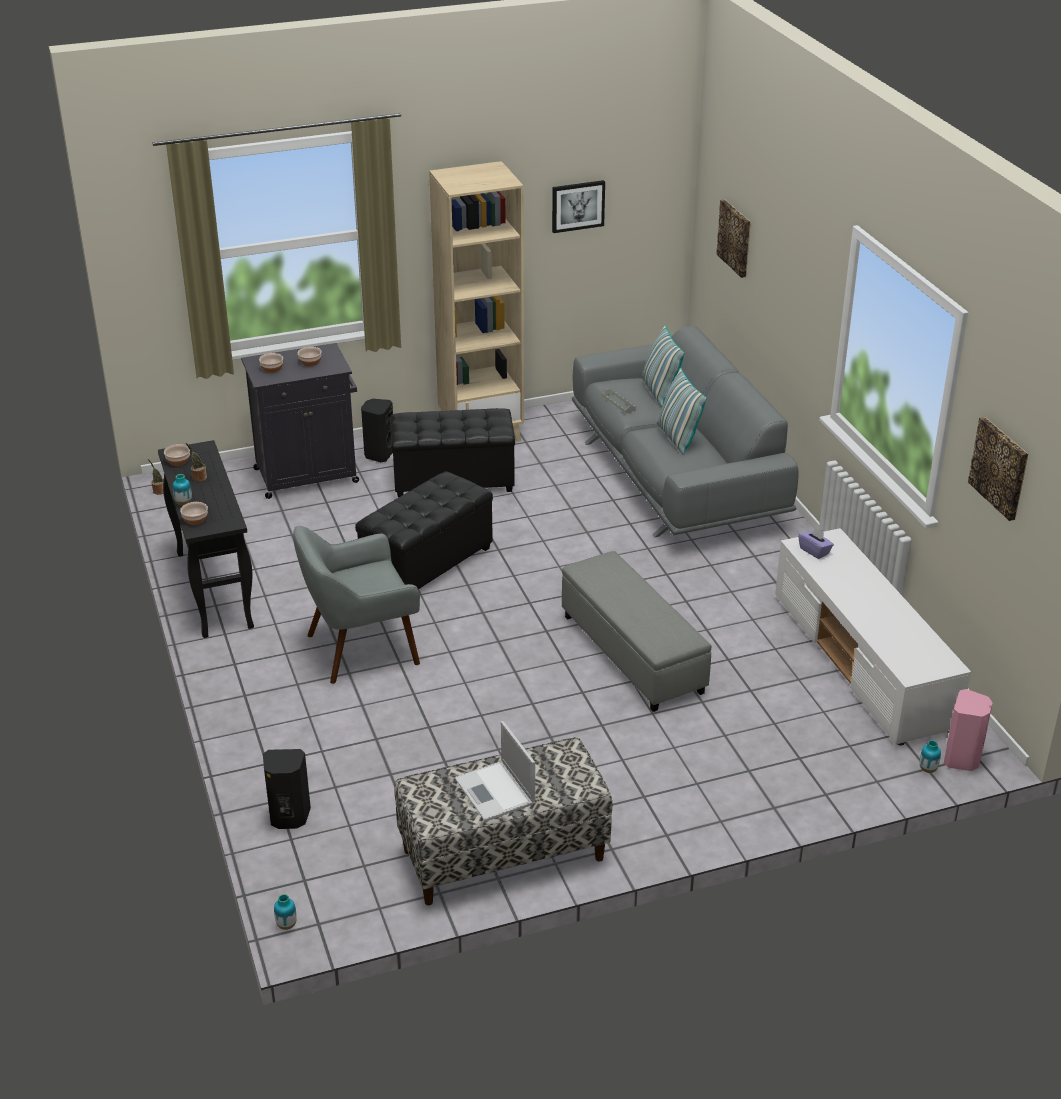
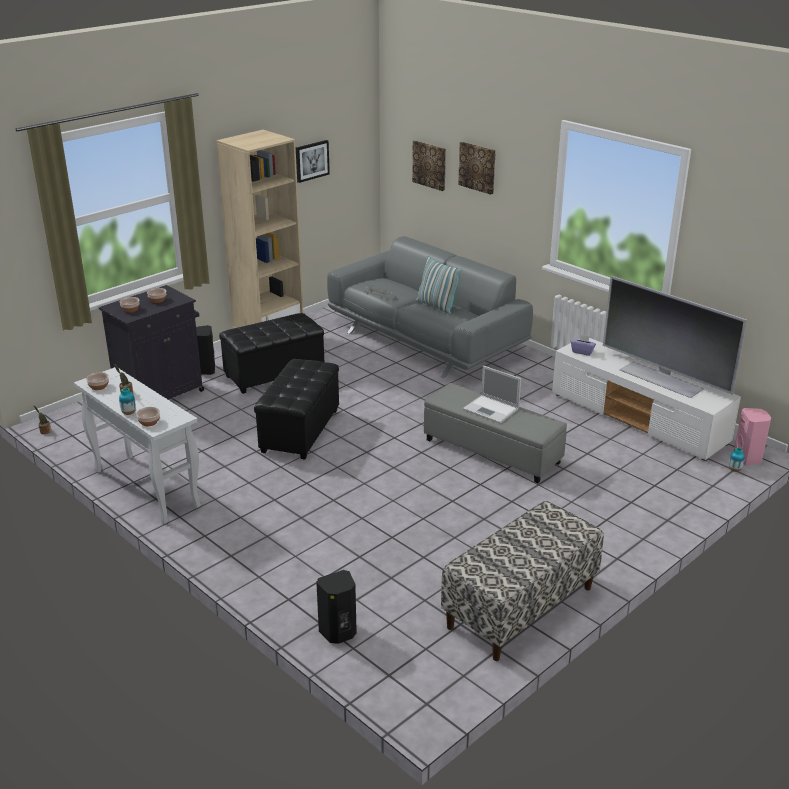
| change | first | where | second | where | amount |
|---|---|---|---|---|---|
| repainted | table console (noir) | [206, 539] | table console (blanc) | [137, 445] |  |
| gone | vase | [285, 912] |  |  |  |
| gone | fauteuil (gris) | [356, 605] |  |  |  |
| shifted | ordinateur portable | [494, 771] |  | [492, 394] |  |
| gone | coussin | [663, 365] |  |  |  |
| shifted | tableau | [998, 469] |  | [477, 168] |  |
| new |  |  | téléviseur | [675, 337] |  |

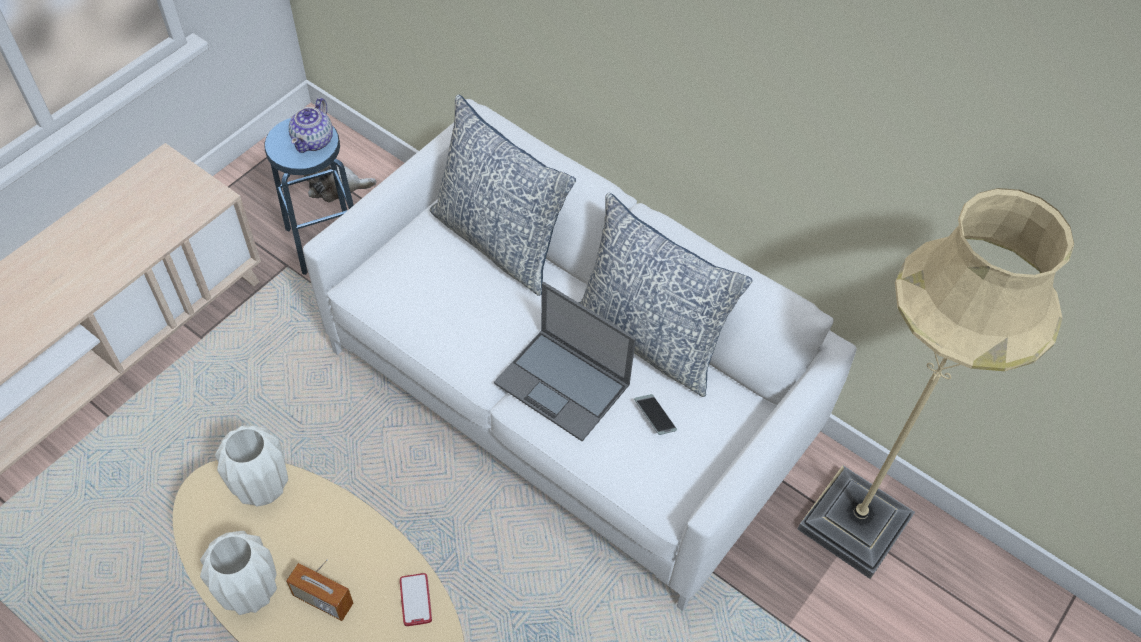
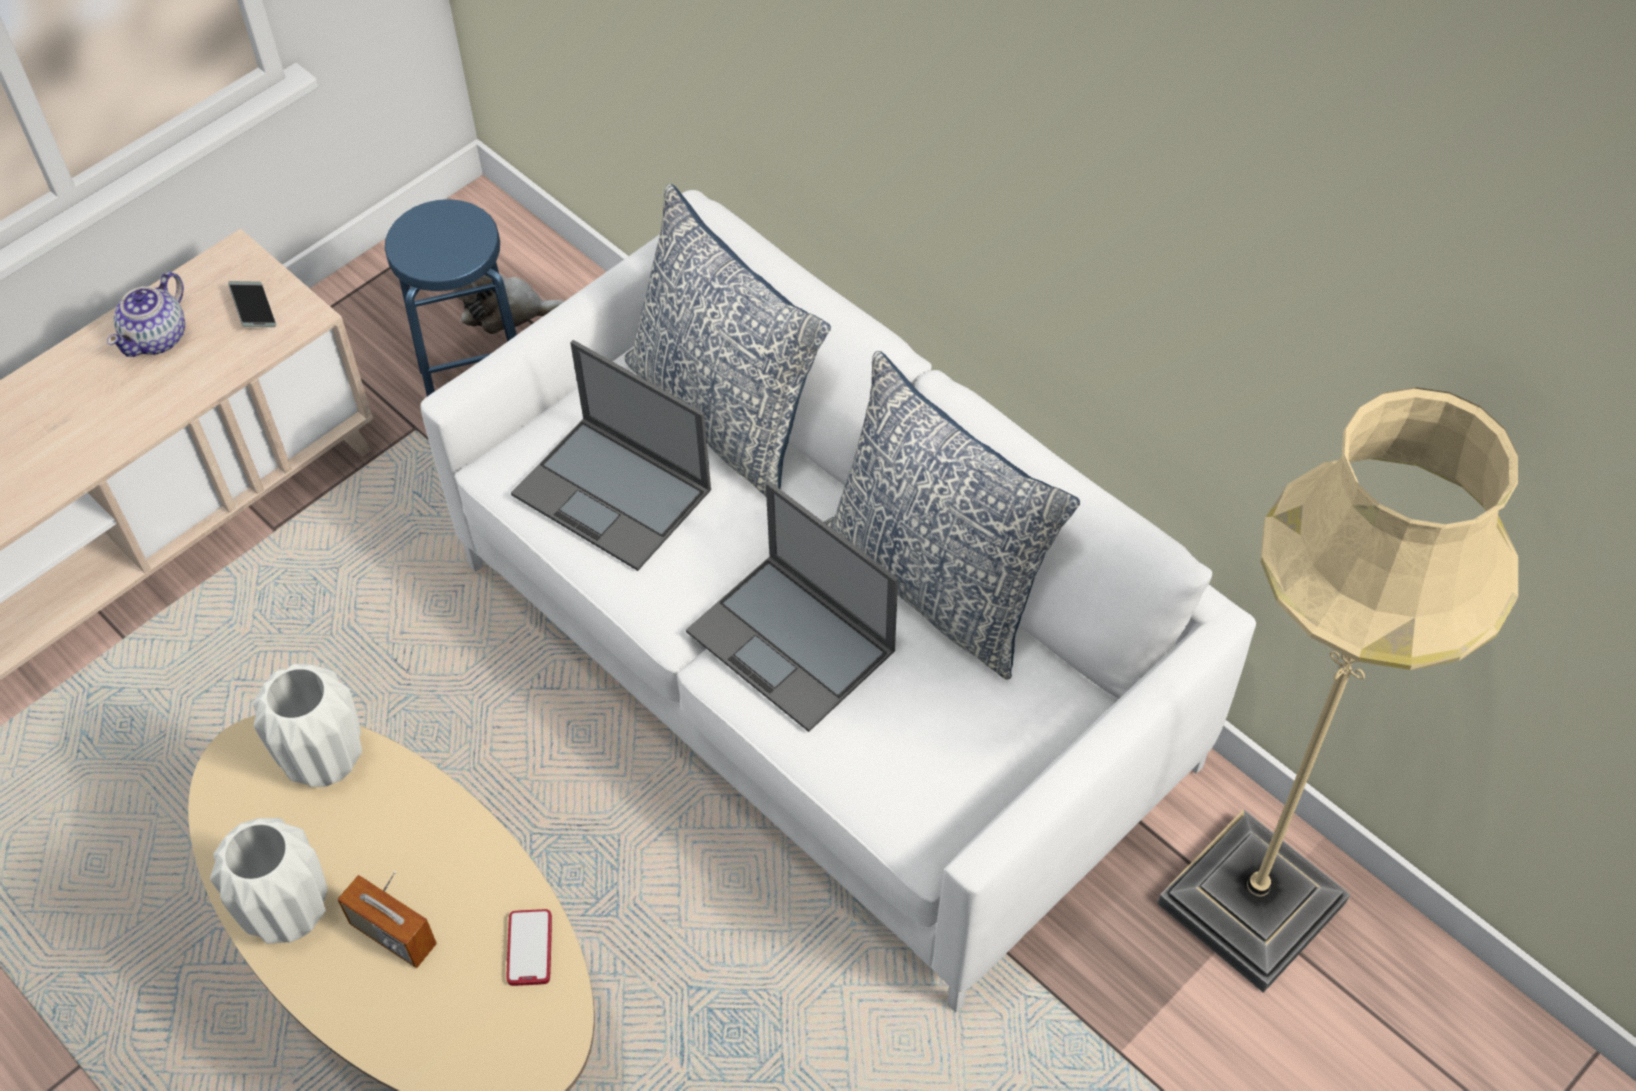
| change | first | where | second | where | amount |
|---|---|---|---|---|---|
| shifted | théière | [311, 125] |  | [146, 314] |  |
| shifted | téléphone | [655, 414] |  | [252, 304] |  |
| new |  |  | ordinateur portable | [611, 455] |  |

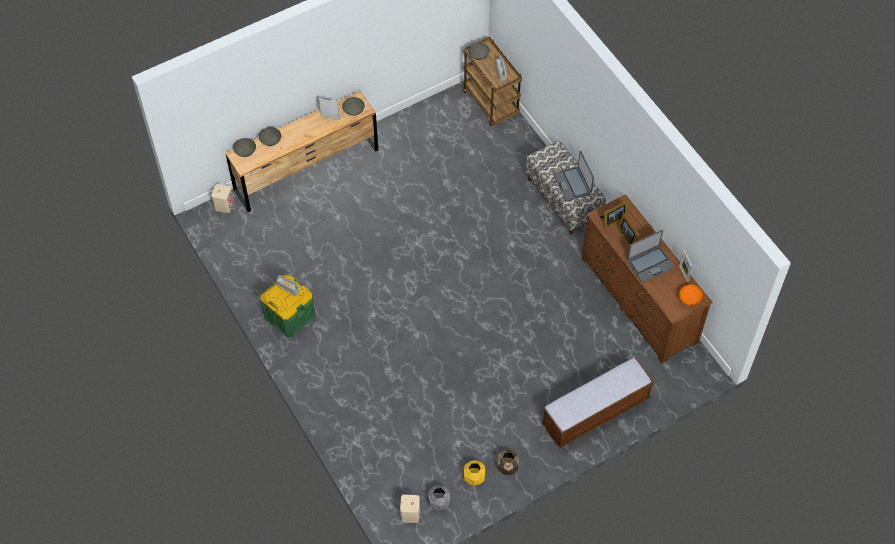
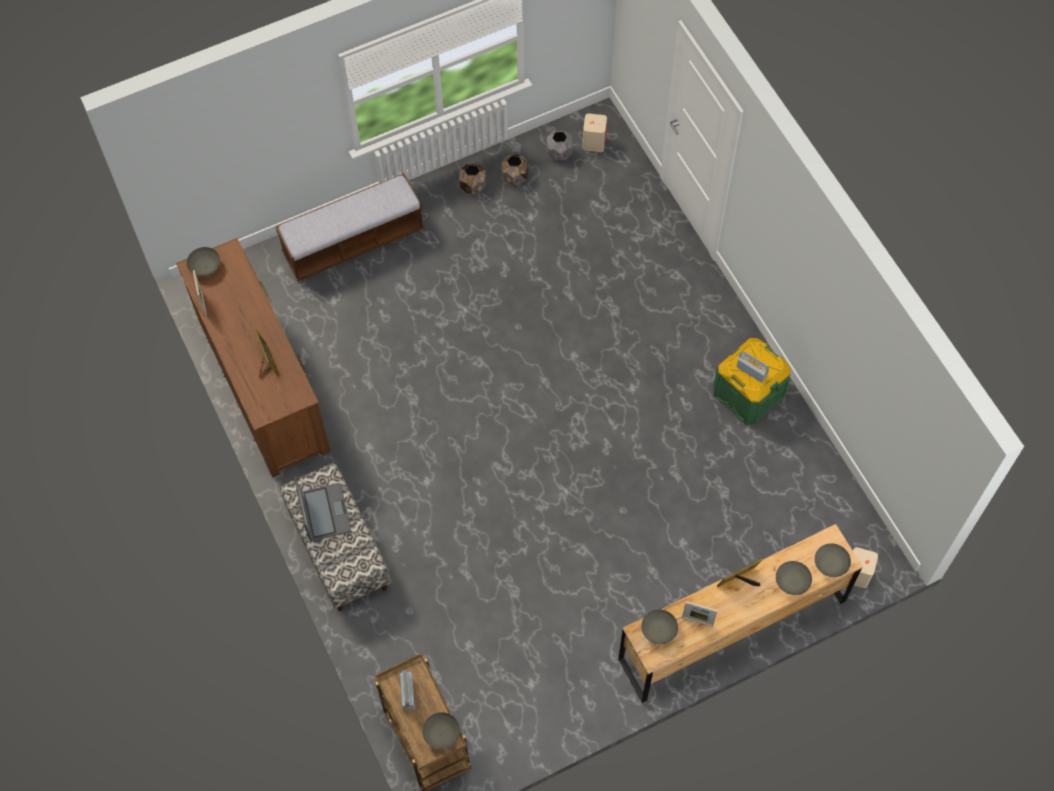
| change | first | where | second | where | amount |
|---|---|---|---|---|---|
| repainted | cache-pot (jaune) | [474, 473] | cache-pot (marron) | [515, 169] |  |
| shifted | cadre photo | [614, 214] |  | [739, 573] |  |
| gone | ordinateur portable | [650, 256] |  |  |  |
| repainted | bol (orange) | [691, 295] | bol (gris) | [203, 261] |  |

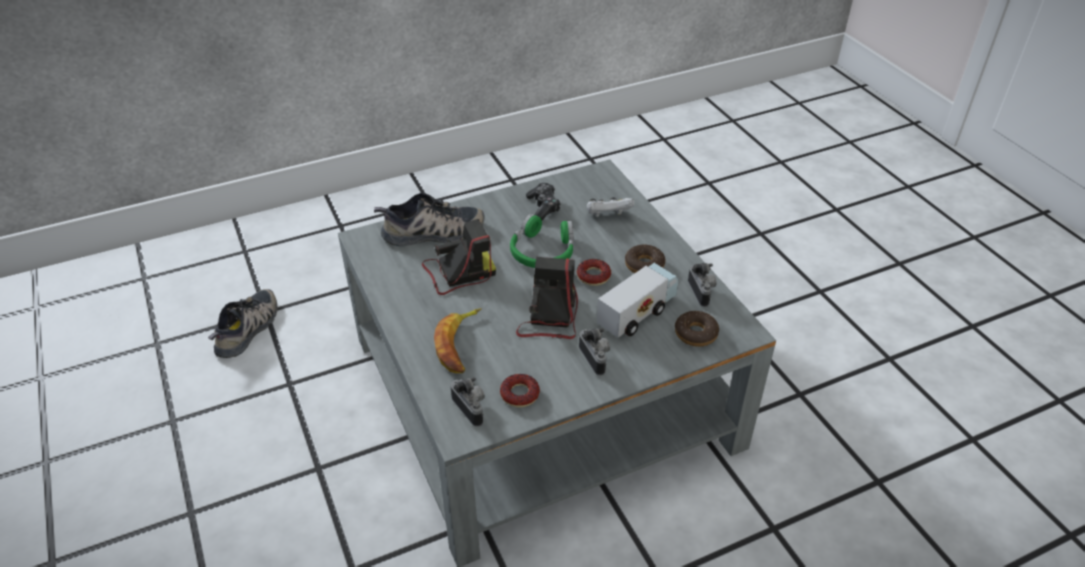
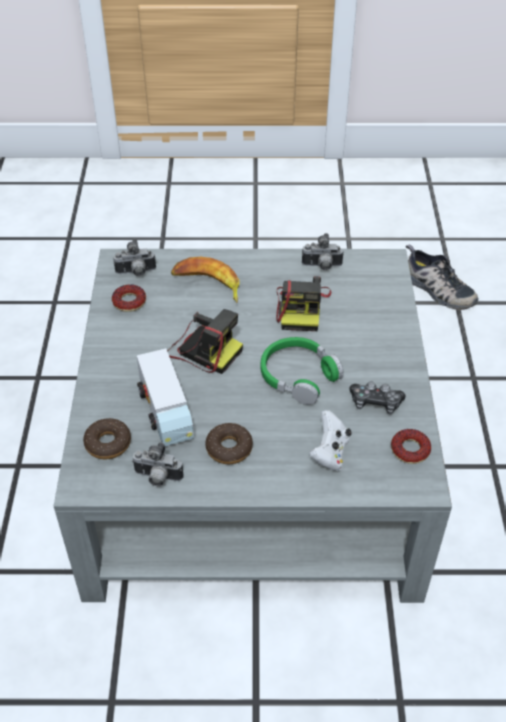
| change | first | where | second | where | amount |
|---|---|---|---|---|---|
| gone | chaussure | [429, 219] |  |  |  |
| shifted | beignet | [594, 272] |  | [411, 446] |  |
| shifted | appareil photo | [594, 352] |  | [323, 251] |  |

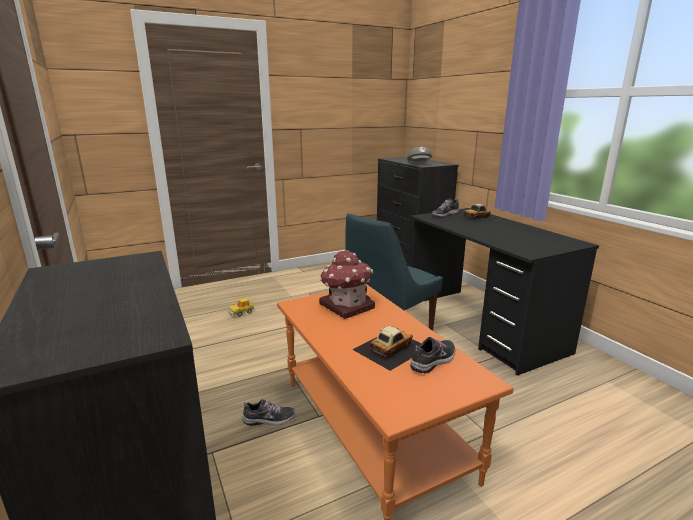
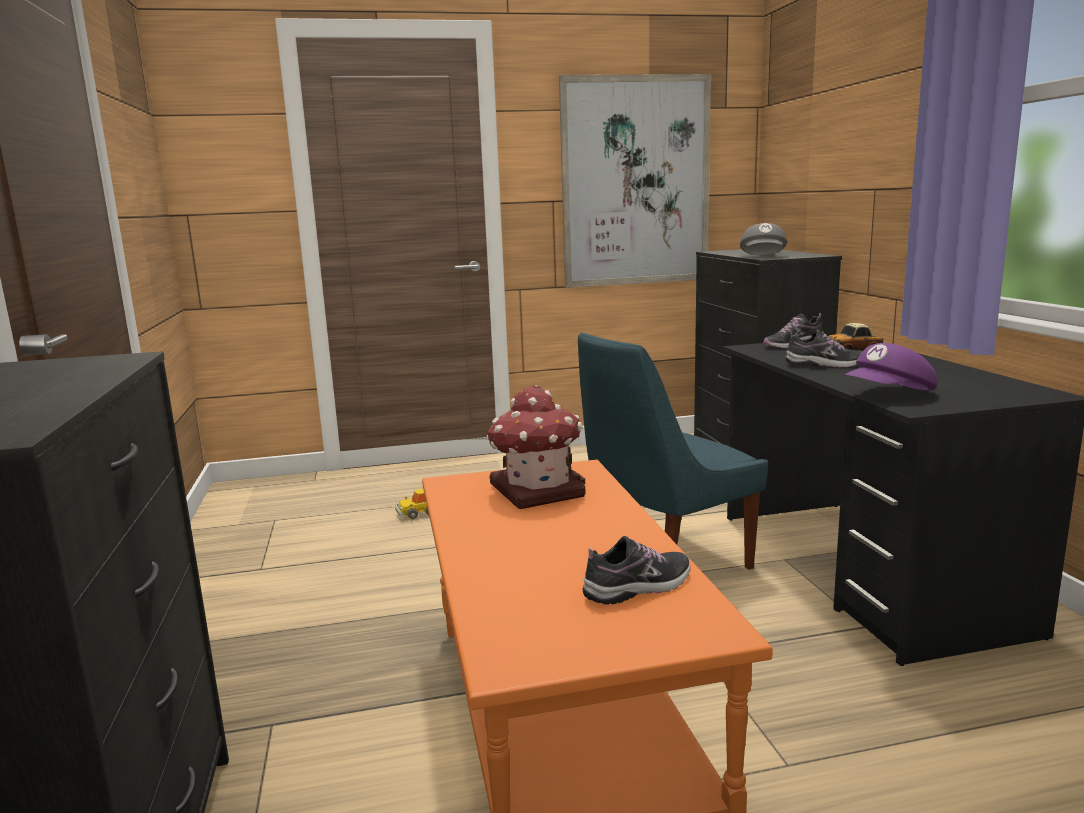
| change | first | where | second | where | amount |
|---|---|---|---|---|---|
| shifted | chaussure | [268, 412] |  | [823, 349] |  |
| gone | petite voiture | [386, 348] |  |  |  |
| new |  |  | tableau | [635, 181] |  |
| new |  |  | casquette (violet) | [890, 367] |  |

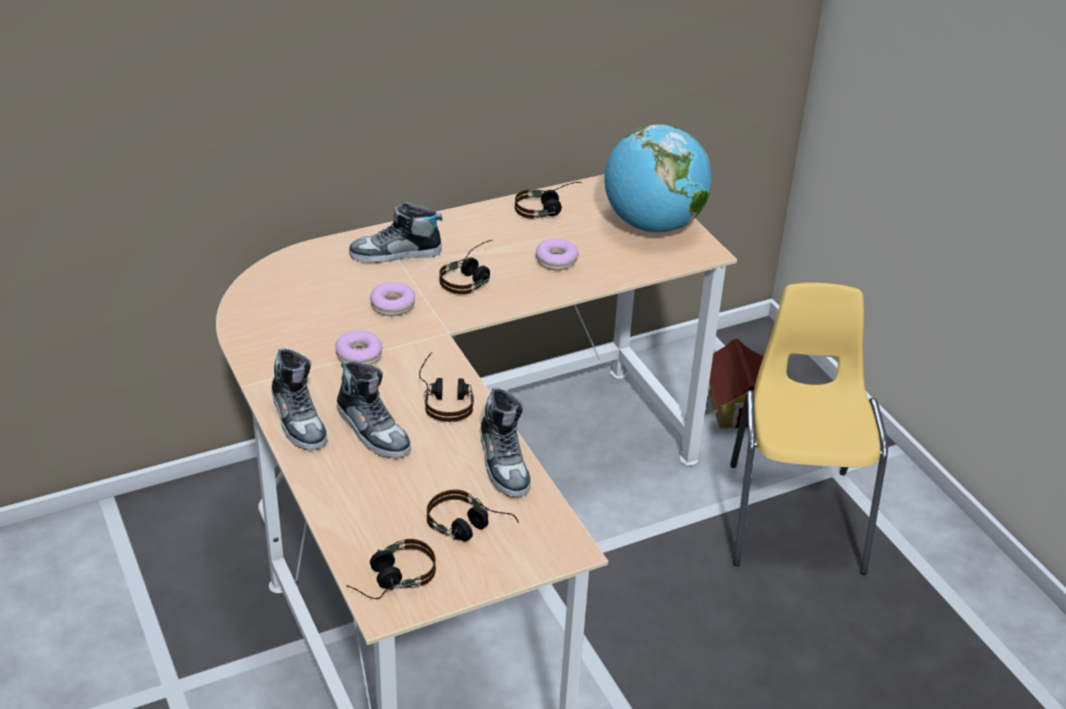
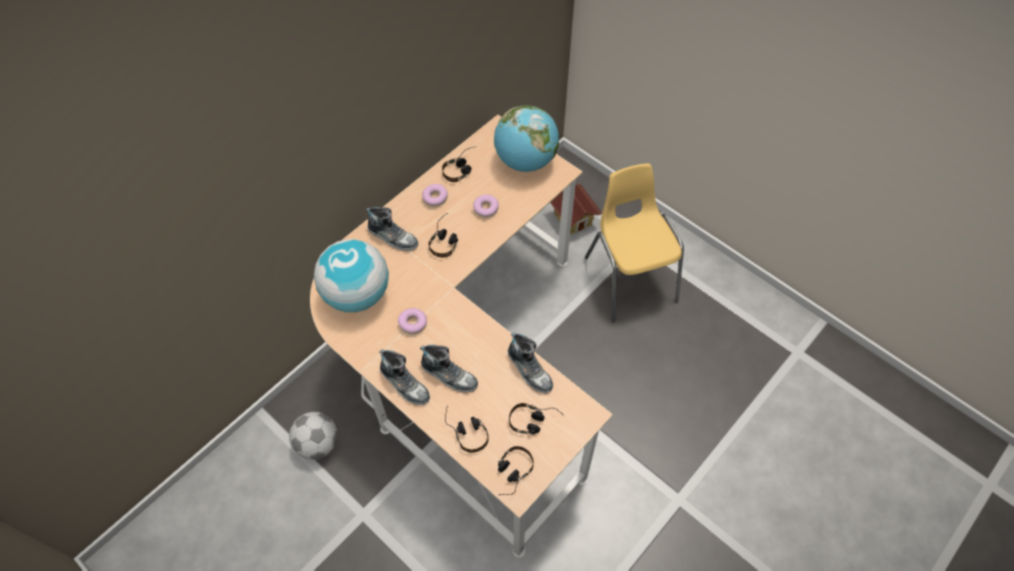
| change | first | where | second | where | amount |
|---|---|---|---|---|---|
| rotated | chaussure | [395, 232] |  | [392, 229] | 120 degrees counterclockwise |
| shifted | beignet | [392, 299] |  | [435, 195] |  |
| shifted | casque audio | [446, 387] |  | [467, 429] |  |
| new |  |  | ballon de foot | [313, 436] |  |
| new |  |  | globe | [351, 275] |  |

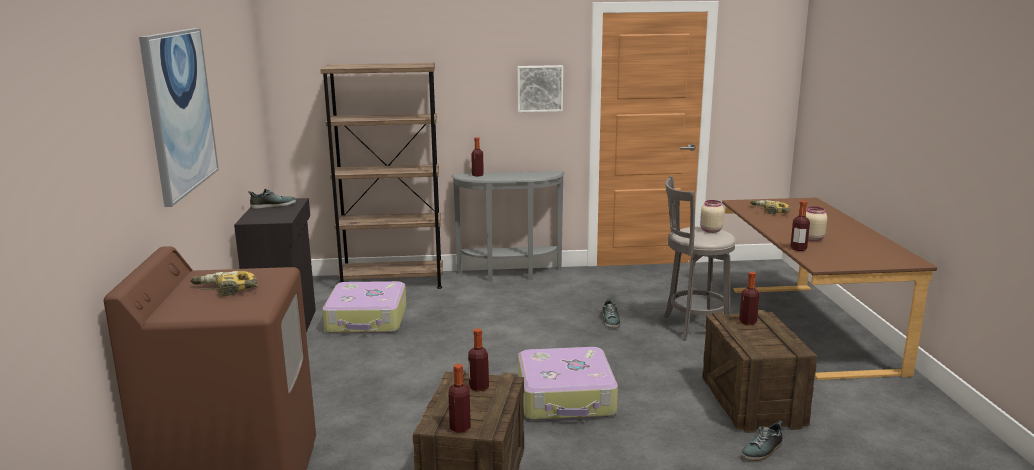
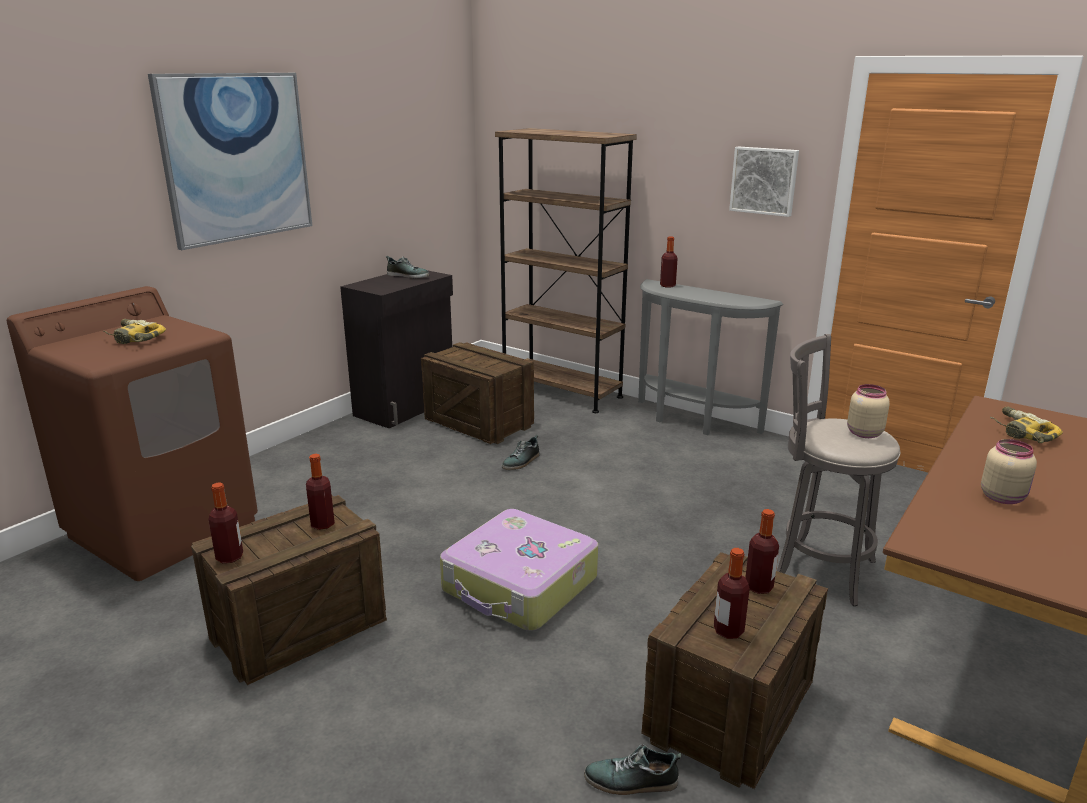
| change | first | where | second | where | amount |
|---|---|---|---|---|---|
| swapped | valise | [364, 307] | caisse | [477, 393] |  |
| shifted | chaussure | [611, 313] |  | [520, 452] |  |
| shifted | bouteille | [800, 226] |  | [732, 593] |  |

